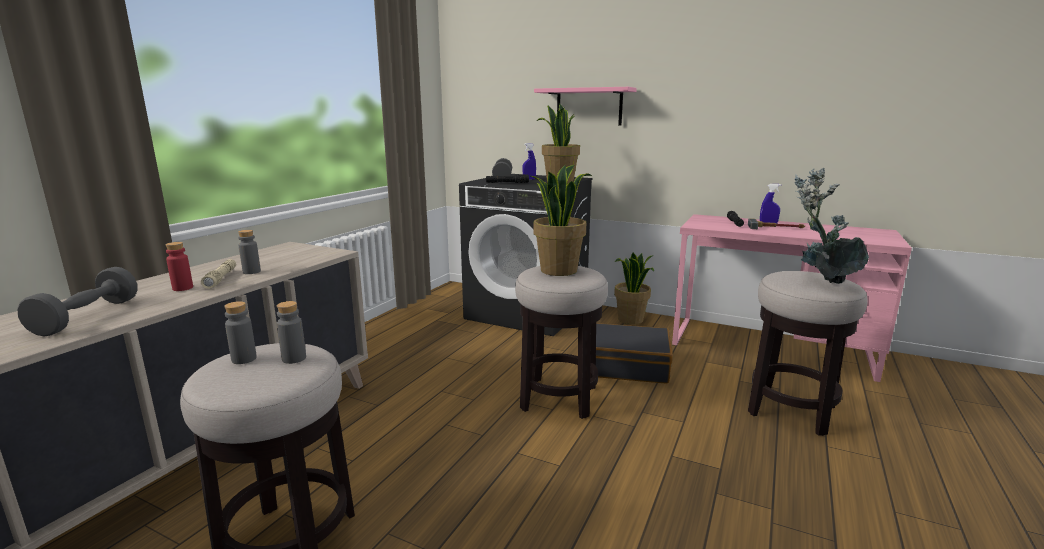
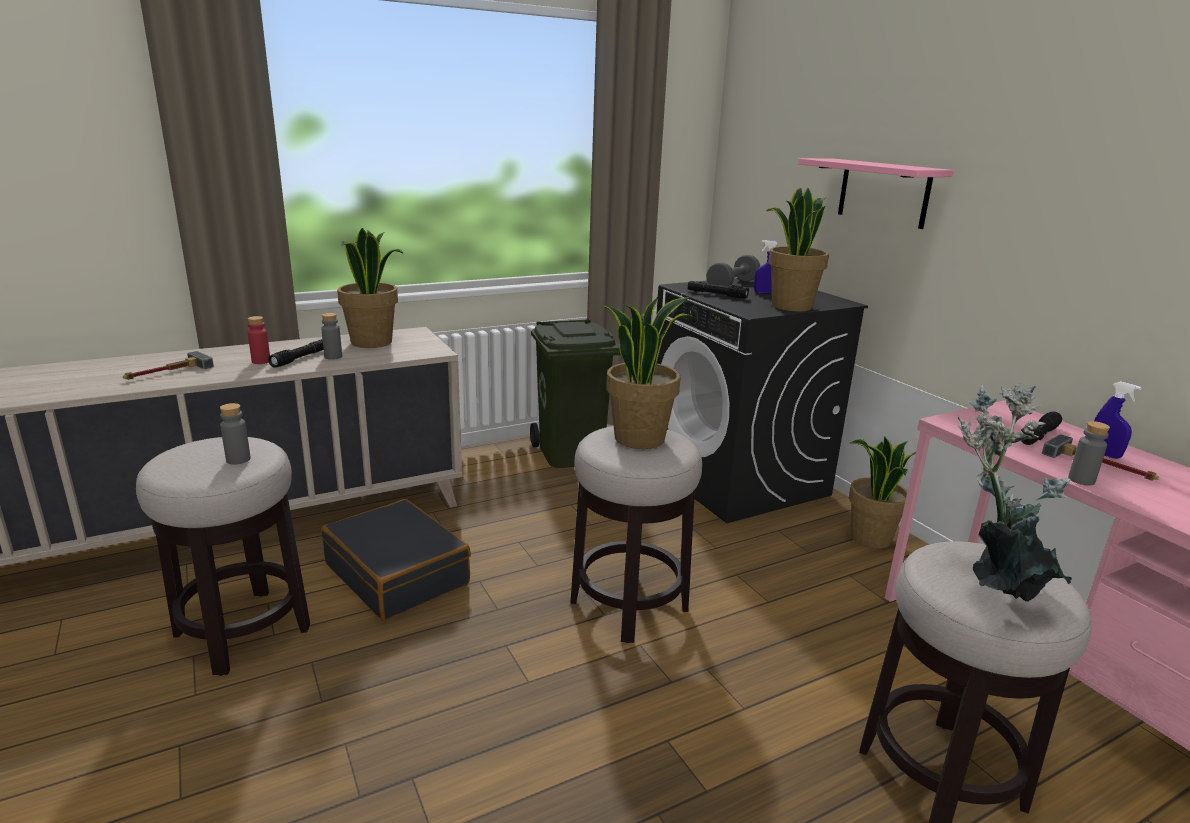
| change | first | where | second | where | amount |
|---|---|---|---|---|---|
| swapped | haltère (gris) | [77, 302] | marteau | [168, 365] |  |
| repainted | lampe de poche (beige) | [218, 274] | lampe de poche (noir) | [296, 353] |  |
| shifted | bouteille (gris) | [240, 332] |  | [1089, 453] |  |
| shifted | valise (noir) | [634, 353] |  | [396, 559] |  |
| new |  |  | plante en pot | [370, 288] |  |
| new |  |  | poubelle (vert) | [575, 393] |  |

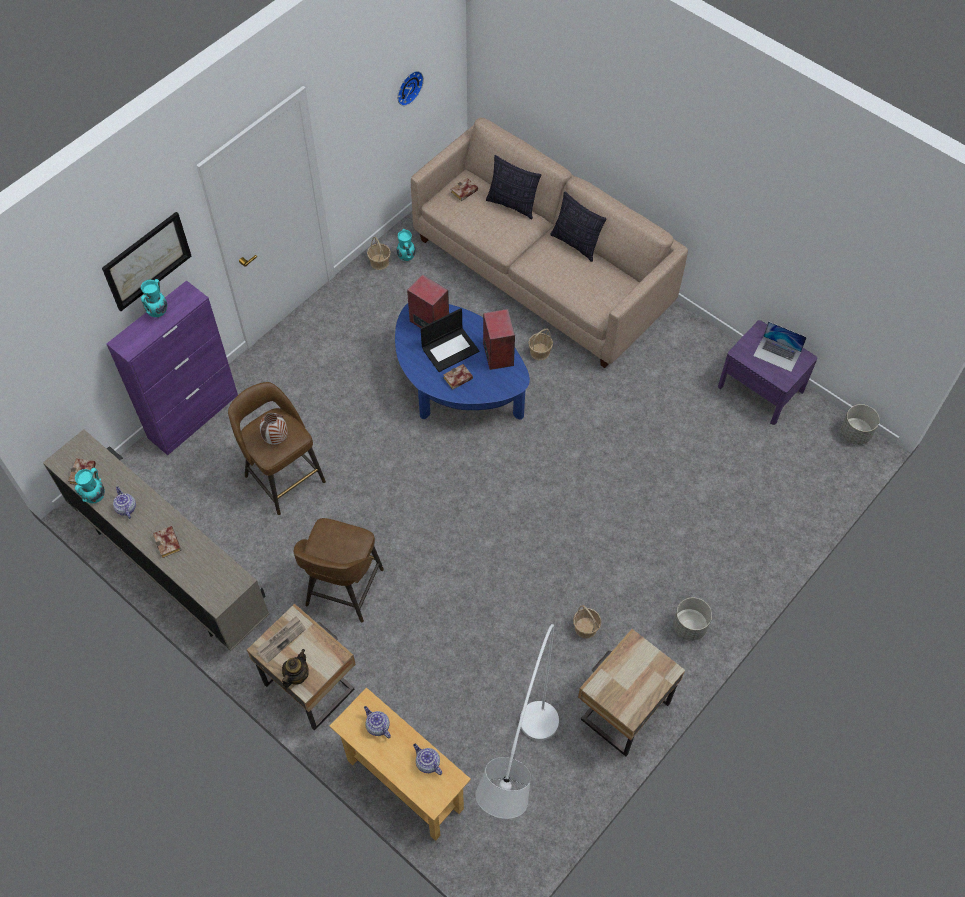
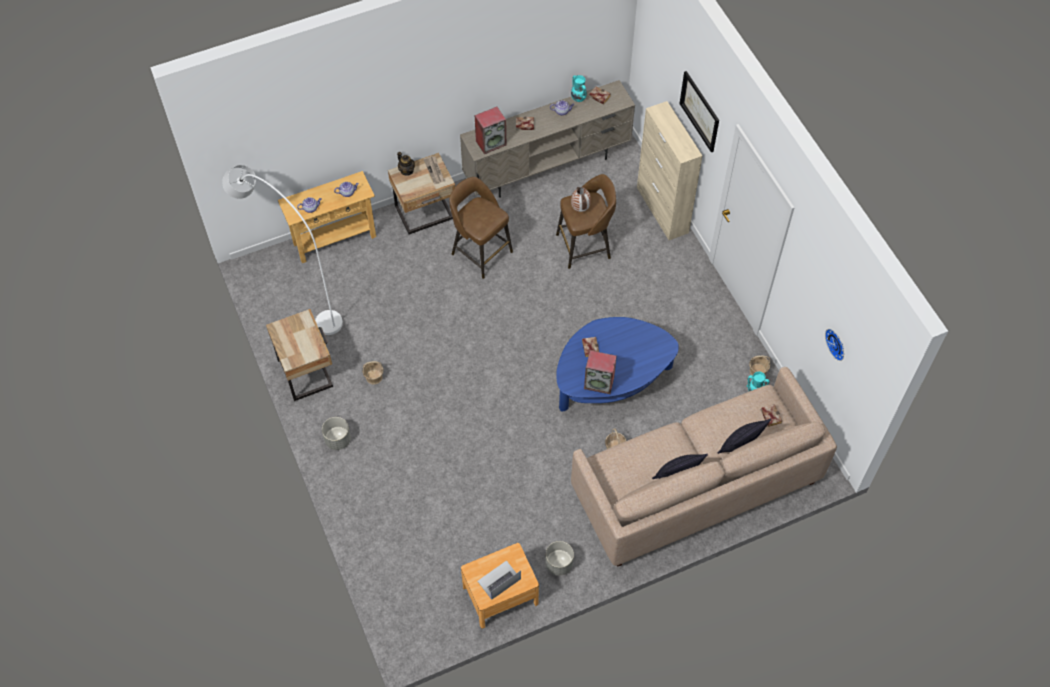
| change | first | where | second | where | amount |
|---|---|---|---|---|---|
| repainted | meuble de rangement (violet) | [172, 367] | meuble de rangement (beige) | [670, 170] |  |
| gone | vase (turquoise) | [154, 298] |  |  |  |
| shifted | enceinte | [428, 301] |  | [490, 130] |  |
| gone | ordinateur portable | [450, 340] |  |  |  |
| repainted | table de chevet (violet) | [767, 372] | table de chevet (marron) | [500, 586] |  |
| shifted | cache-pot (gris) | [860, 424] |  | [559, 558] |  |

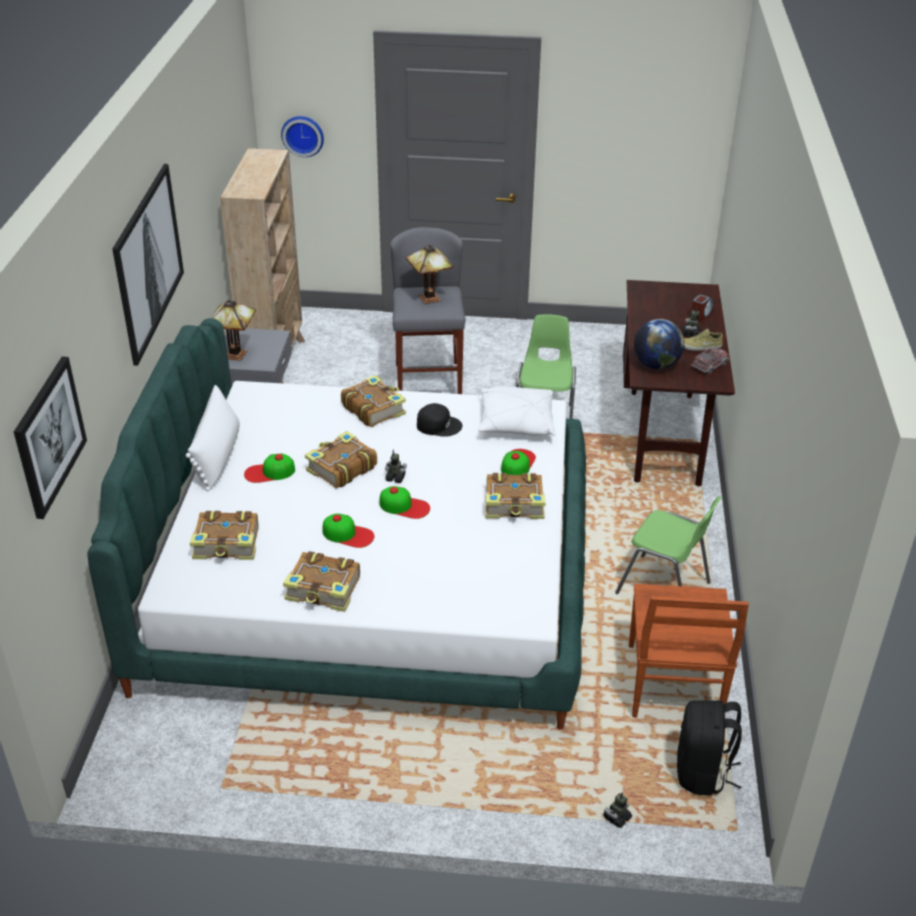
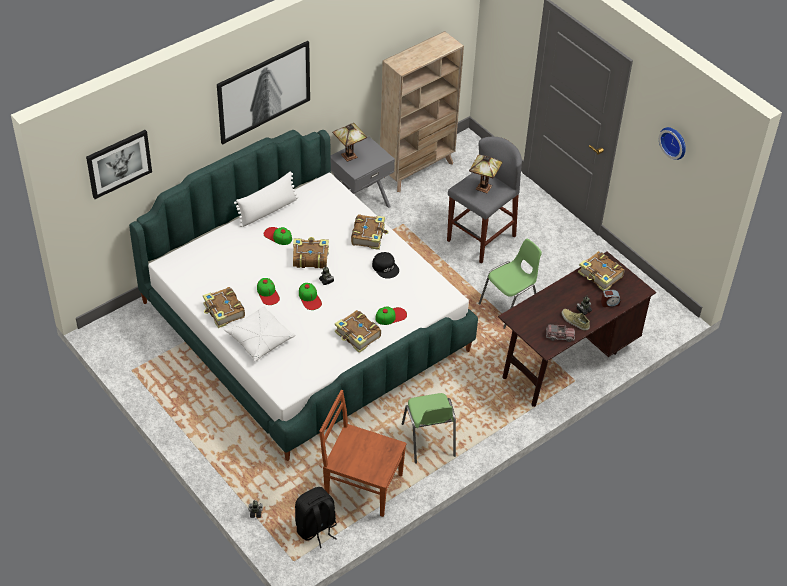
| change | first | where | second | where | amount |
|---|---|---|---|---|---|
| shifted | livre | [224, 535] |  | [601, 271] |  |
| shifted | horloge murale | [302, 136] |  | [672, 143] |  |
| shifted | coussin (blanc) | [517, 411] |  | [259, 334] |  |
| rotated | chaise (marron) | [689, 651] |  | [363, 453] | 60 degrees clockwise |
| gone | globe | [659, 344] |  |  |  |

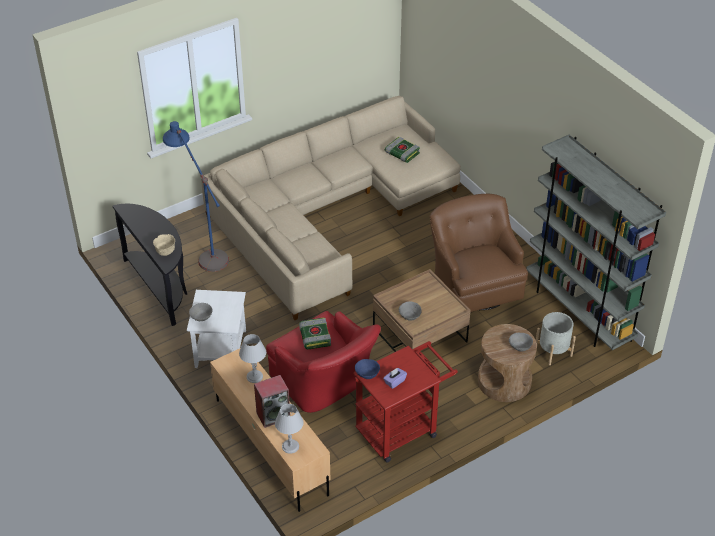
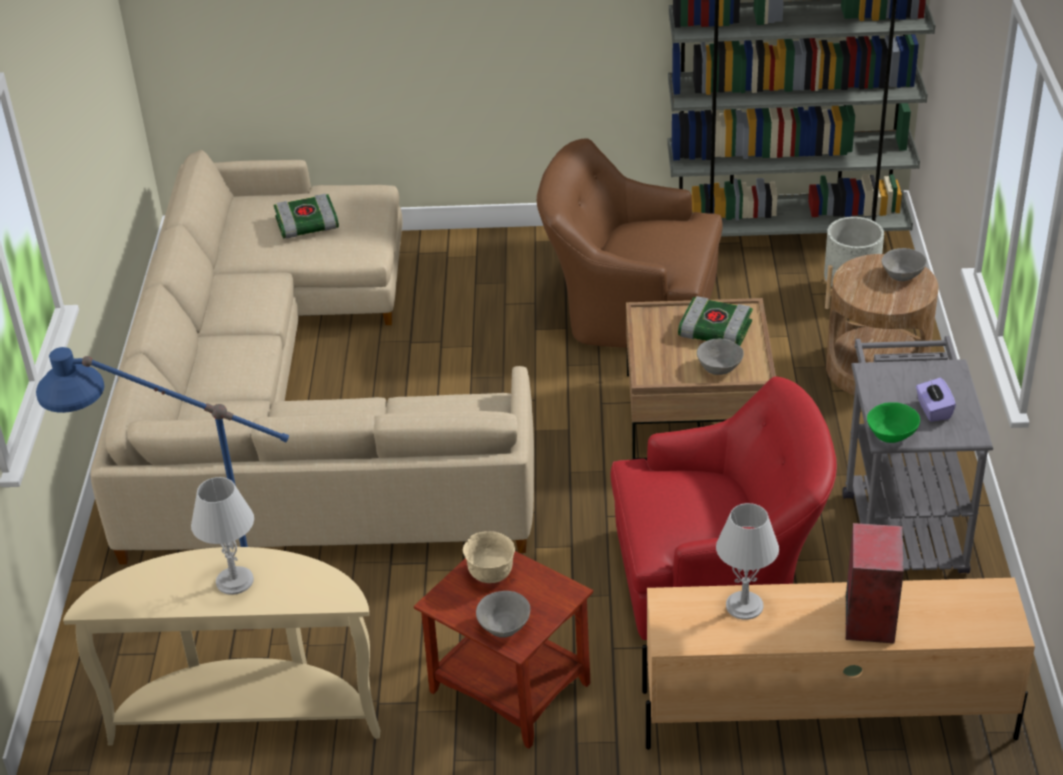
| change | first | where | second | where | amount |
|---|---|---|---|---|---|
| repainted | table console (noir) | [150, 265] | table console (beige) | [221, 646] |  |
| shifted | bol (beige) | [164, 245] |  | [489, 557] |  |
| repainted | table d'appoint (blanc) | [216, 329] | table d'appoint (marron) | [503, 650] |  |
| shifted | lampe de table (gris) | [289, 429] |  | [222, 536] |  |
| shifted | livre | [315, 333] |  | [715, 321] |  |
| repainted | chariot (rouge) | [405, 401] | chariot (gris) | [917, 454] |  |
| repainted | bol (bleu) | [367, 369] | bol (vert) | [893, 422] |  |

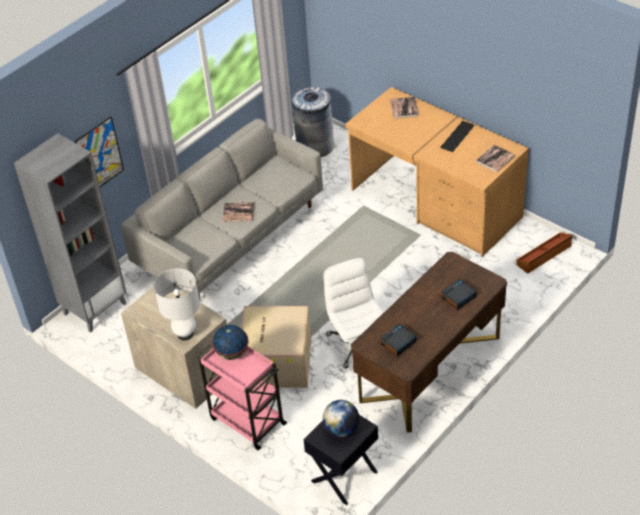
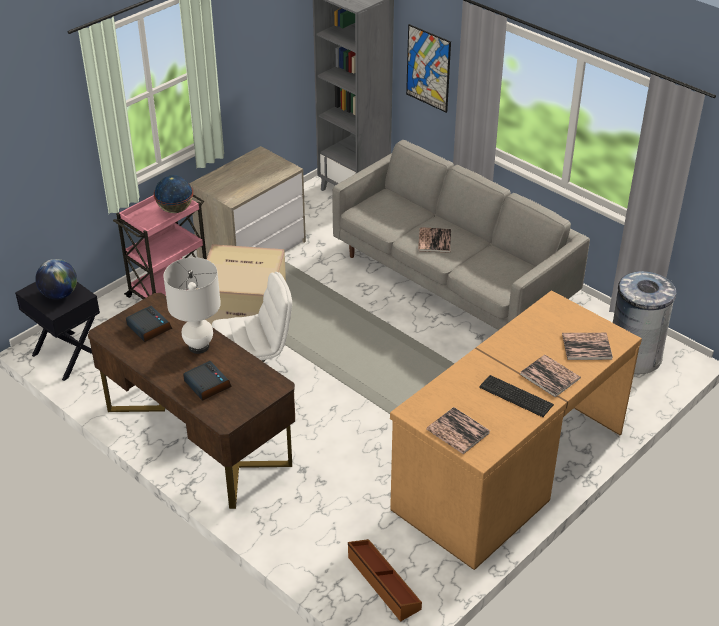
| change | first | where | second | where | amount |
|---|---|---|---|---|---|
| shifted | lampe de table (blanc) | [177, 305] |  | [192, 305] |  |
| new |  |  | livre | [550, 376] |  |

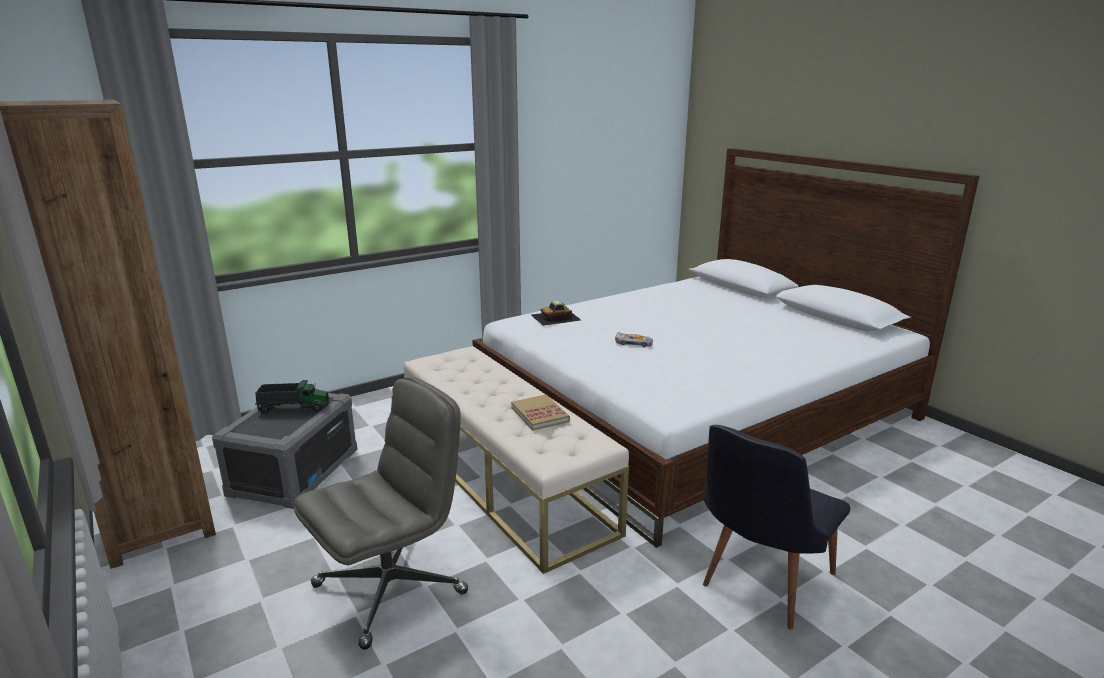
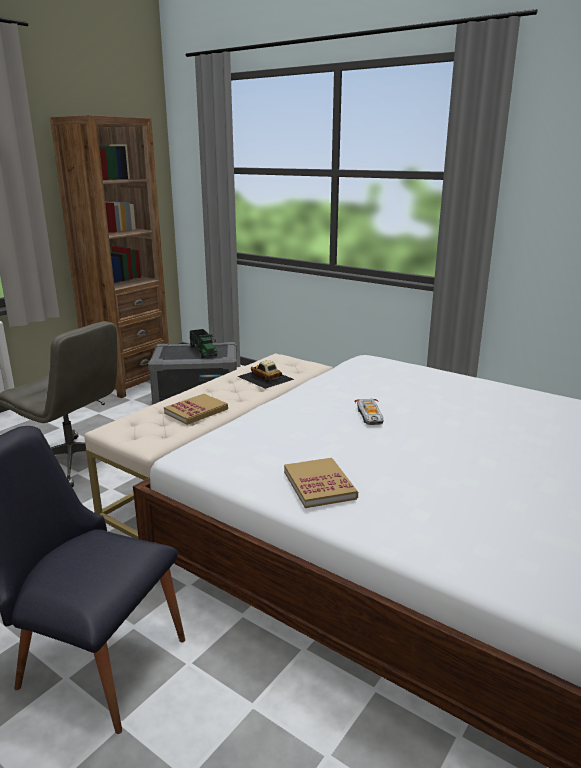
| change | first | where | second | where | amount |
|---|---|---|---|---|---|
| shifted | petite voiture | [556, 313] |  | [265, 374] |  |
| new |  |  | livre | [321, 483] |  |

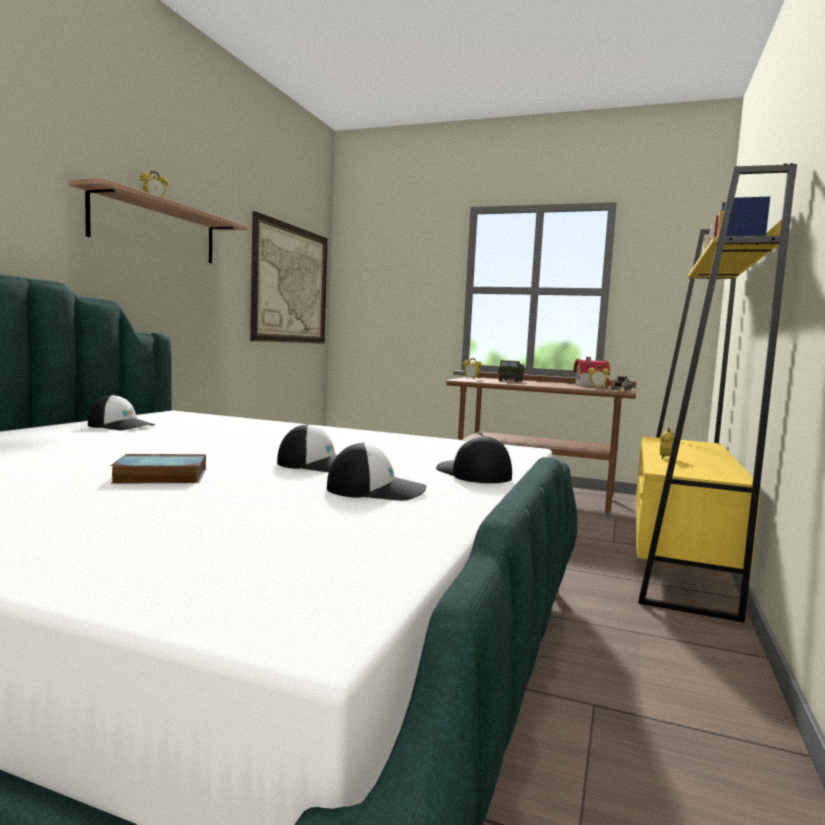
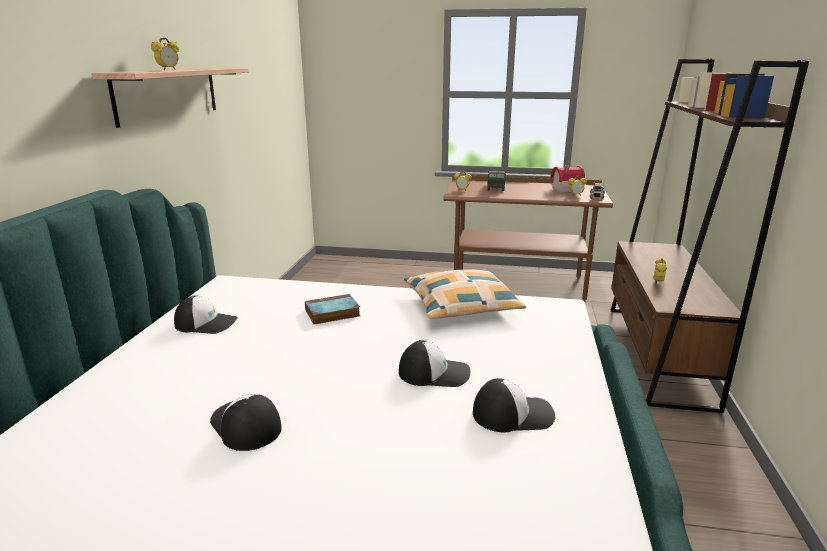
| change | first | where | second | where | amount |
|---|---|---|---|---|---|
| shifted | livre | [158, 469] |  | [332, 309] |  |
| gone | tableau | [289, 277] |  |  |  |
| shifted | casquette | [474, 459] |  | [246, 422] |  |
| repainted | bibliothèque (jaune) | [716, 393] | bibliothèque (marron) | [710, 236] |  |
| new |  |  | coussin | [465, 294] |  |

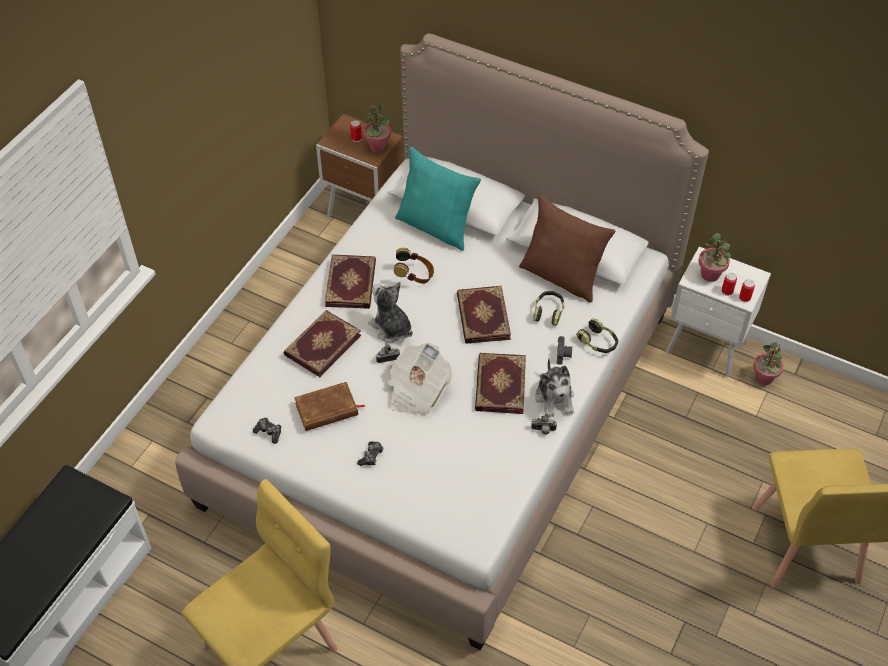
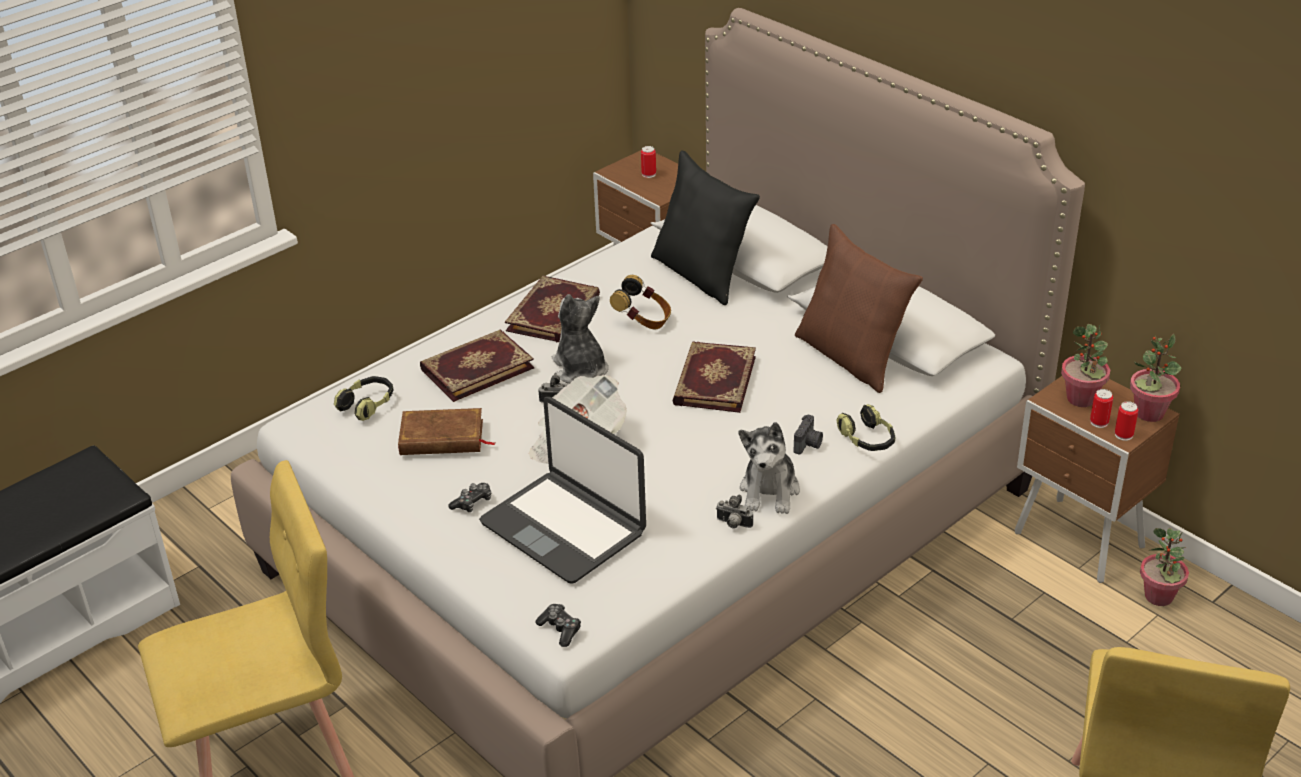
| change | first | where | second | where | amount |
|---|---|---|---|---|---|
| shifted | manette | [267, 430] |  | [558, 625] |  |
| shifted | plante en pot | [377, 127] |  | [1156, 378] |  |
| repainted | coussin (turquoise) | [438, 199] | coussin (noir) | [705, 228] |  |
| gone | livre | [500, 383] |  |  |  |
| shifted | casque audio | [548, 308] |  | [364, 398] |  |
| repainted | table de chevet (blanc) | [718, 312] | table de chevet (marron) | [1097, 479] |  |
| new |  |  | ordinateur portable | [562, 490] |  |

